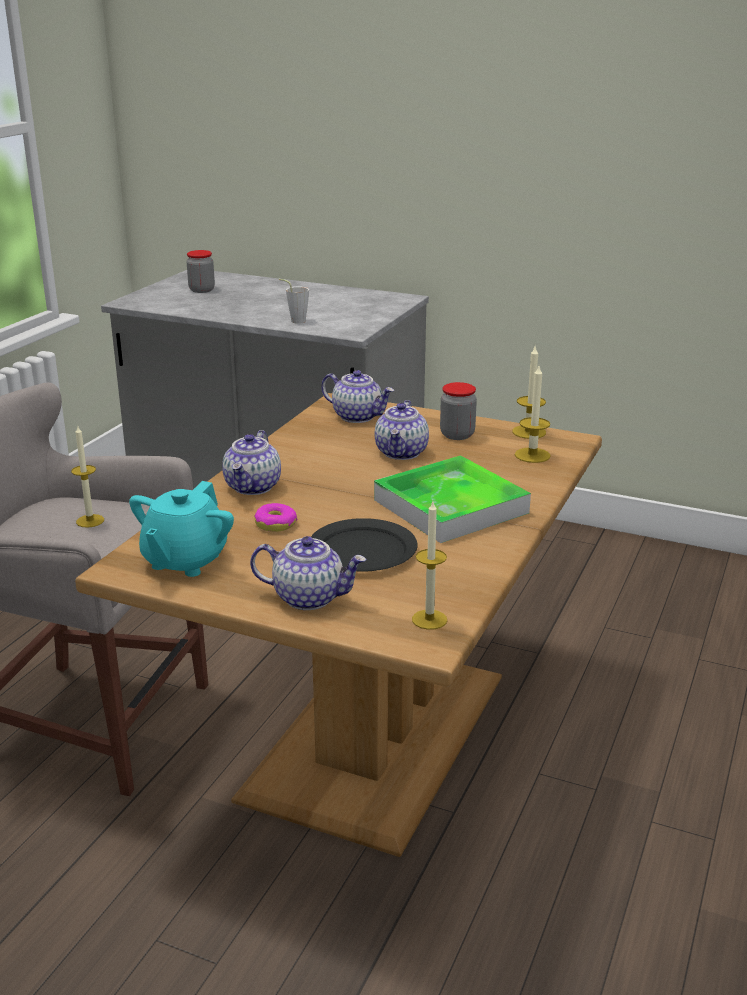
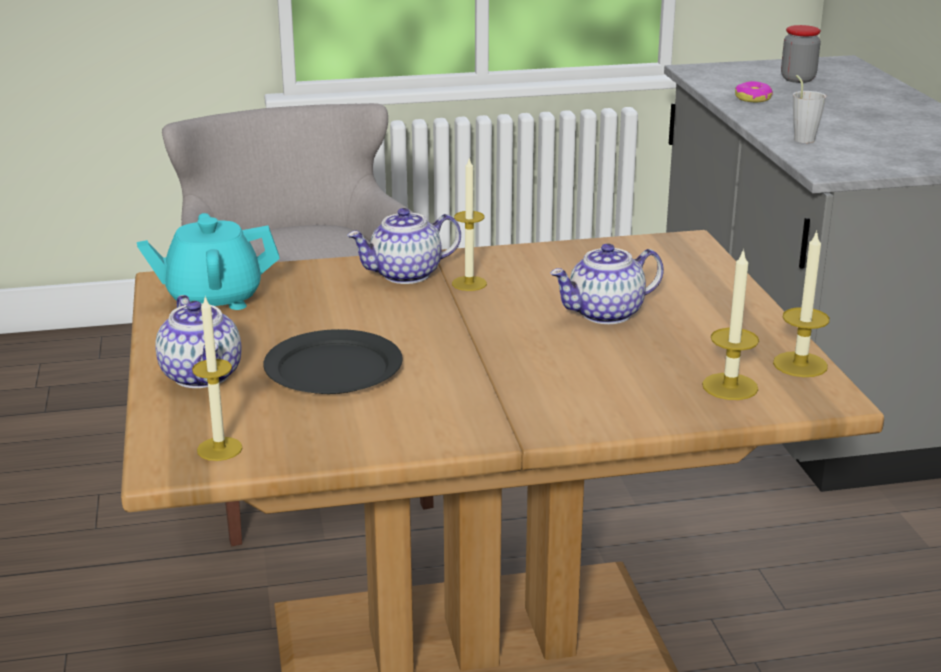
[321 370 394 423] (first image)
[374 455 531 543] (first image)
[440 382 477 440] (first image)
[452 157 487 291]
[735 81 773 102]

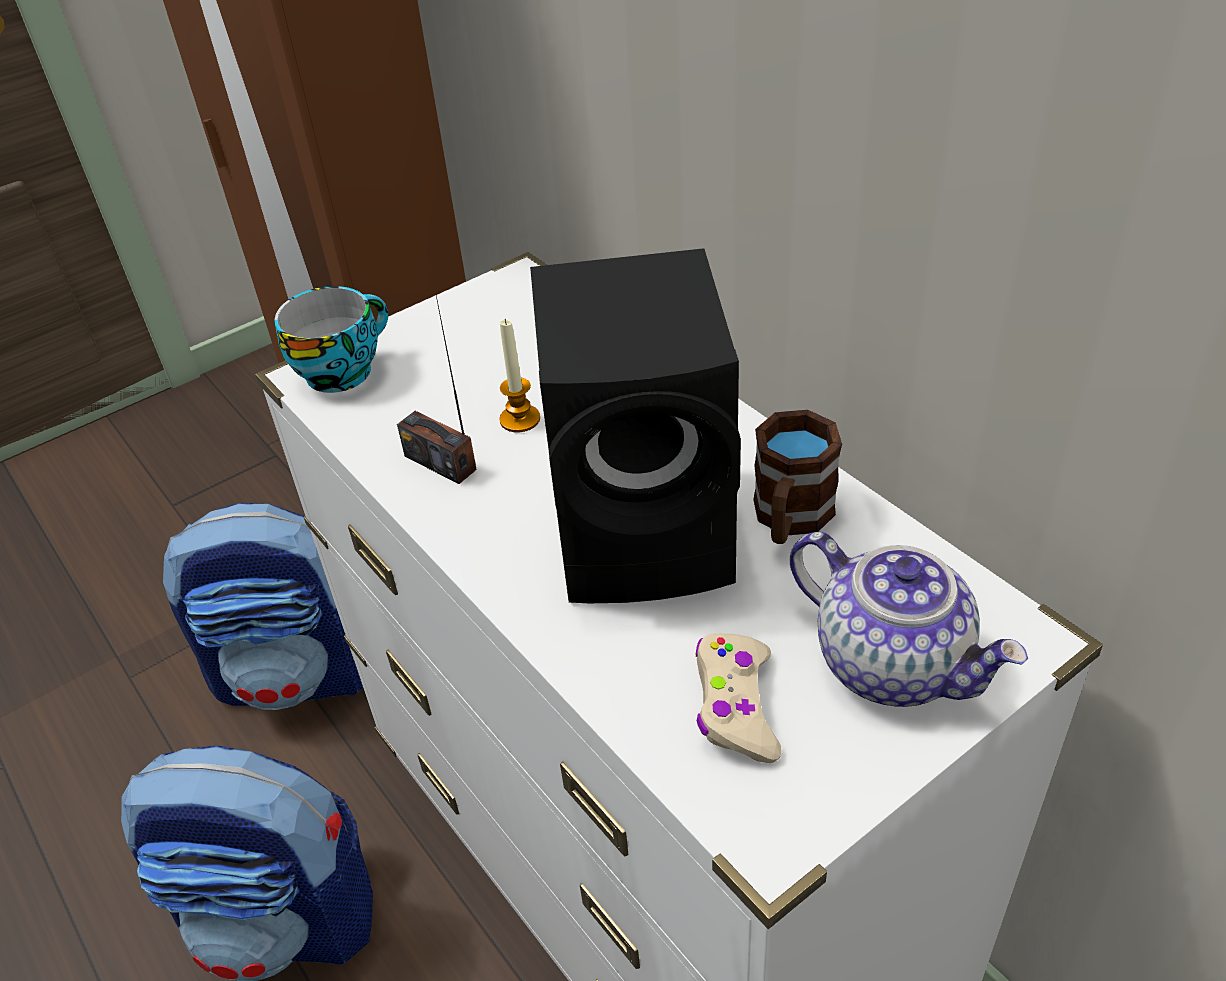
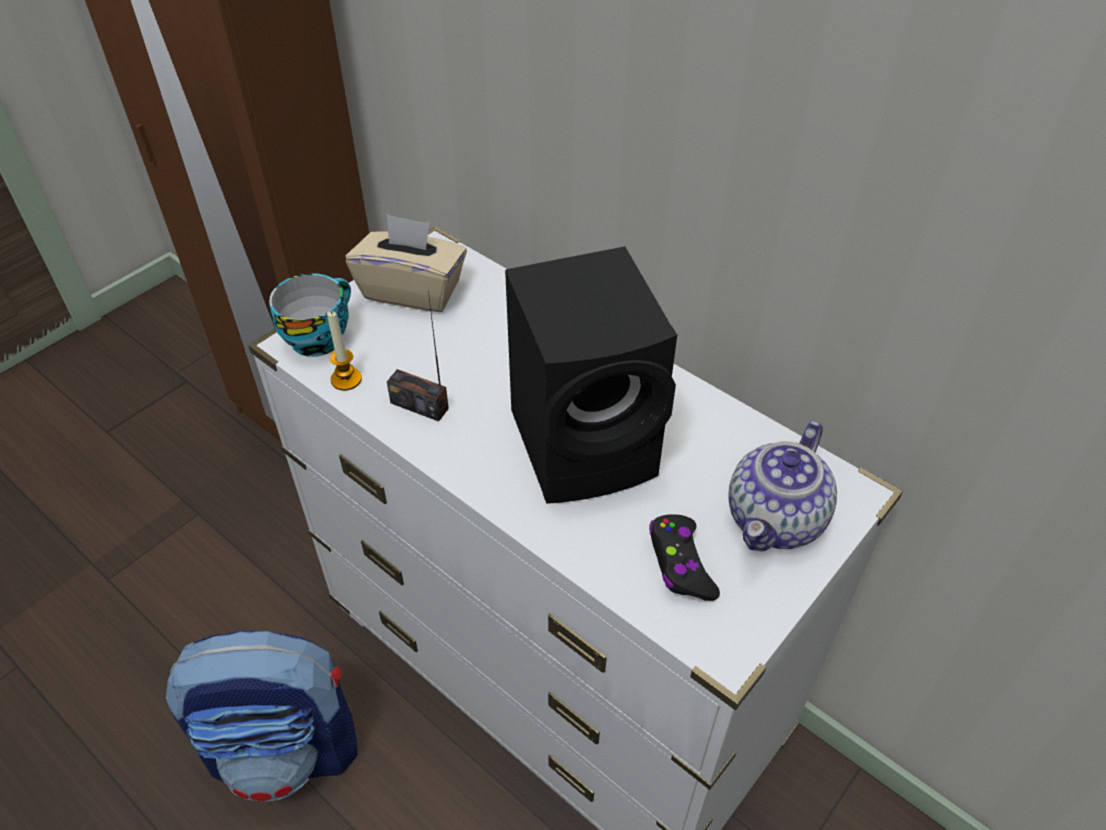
[163 503 363 710] (first image)
[753 410 842 544] (first image)
[346 214 467 312]
[327 311 362 391]
[649 514 720 601]
[728 421 837 551]

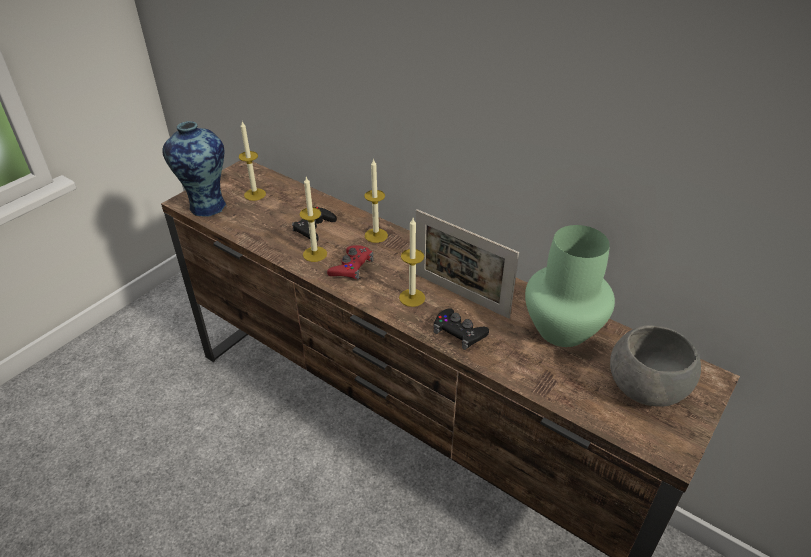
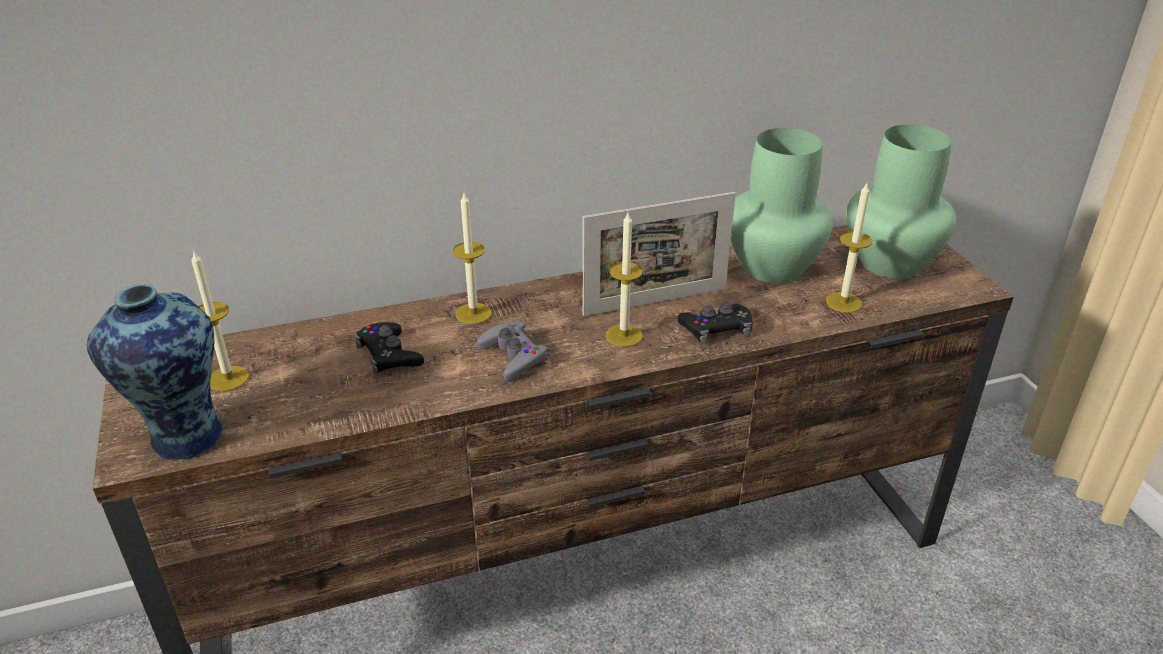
[826 183 872 313]
[847 124 956 279]
[477 321 548 381]

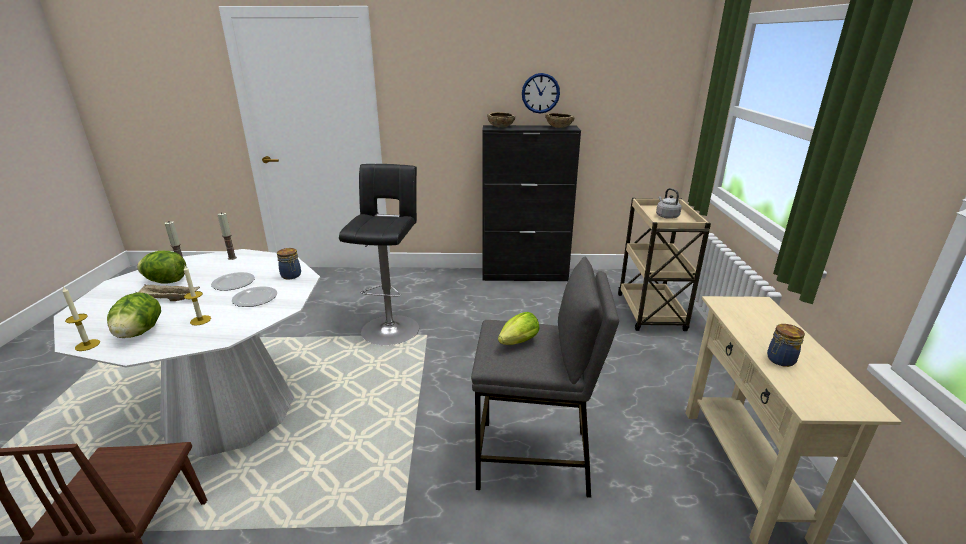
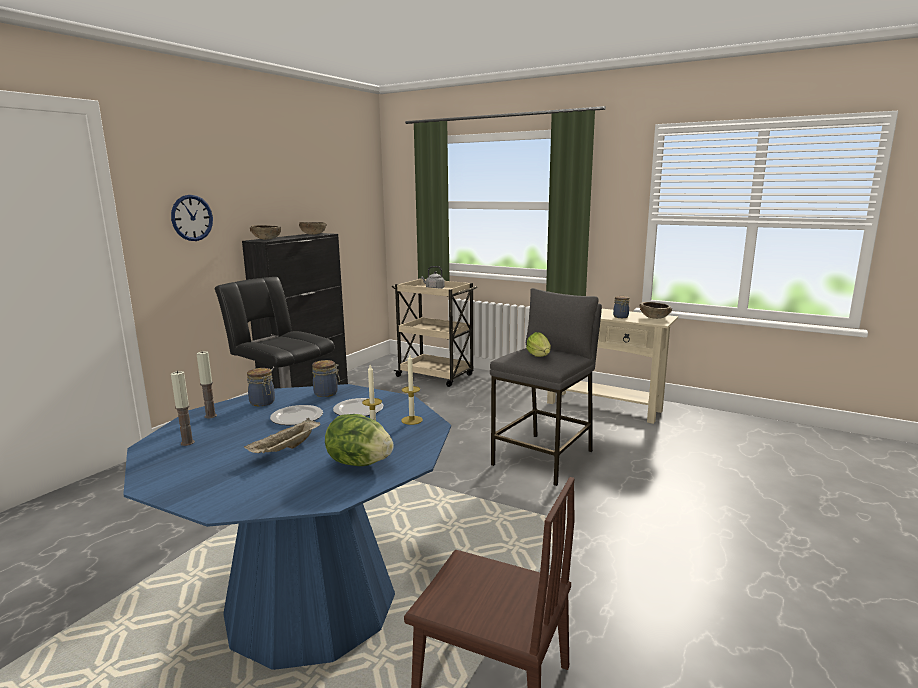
[137 251 186 284] (first image)
[247 368 275 406]
[640 302 672 319]
[401 354 423 425]
[171 195 213 241]
[123 384 451 670]

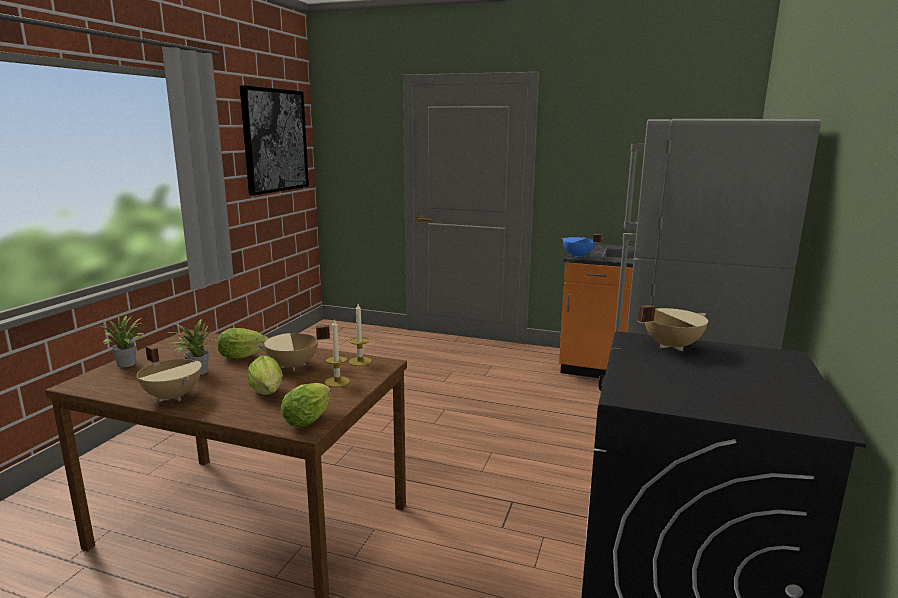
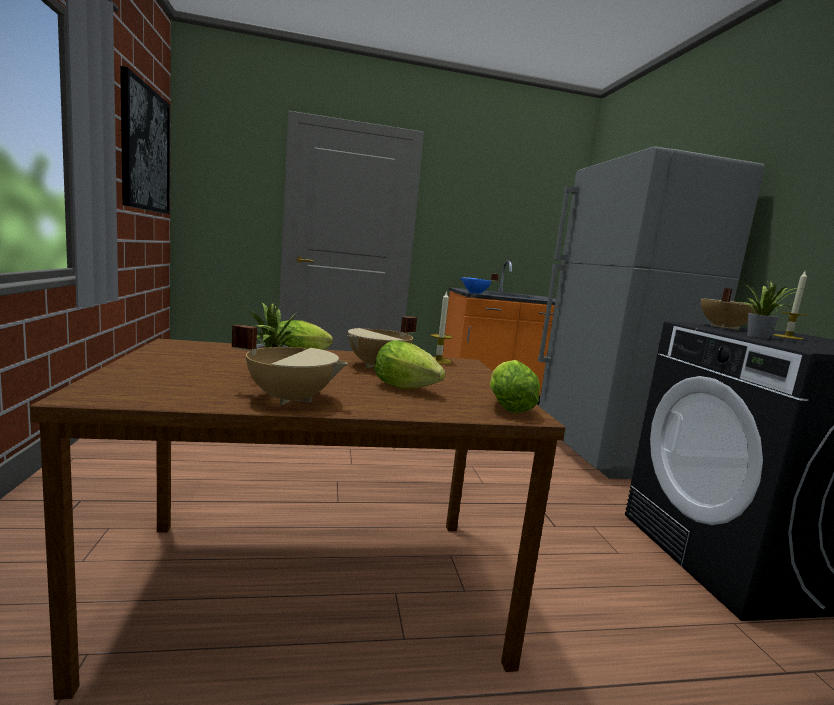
[743 280 799 339]
[773 271 807 340]

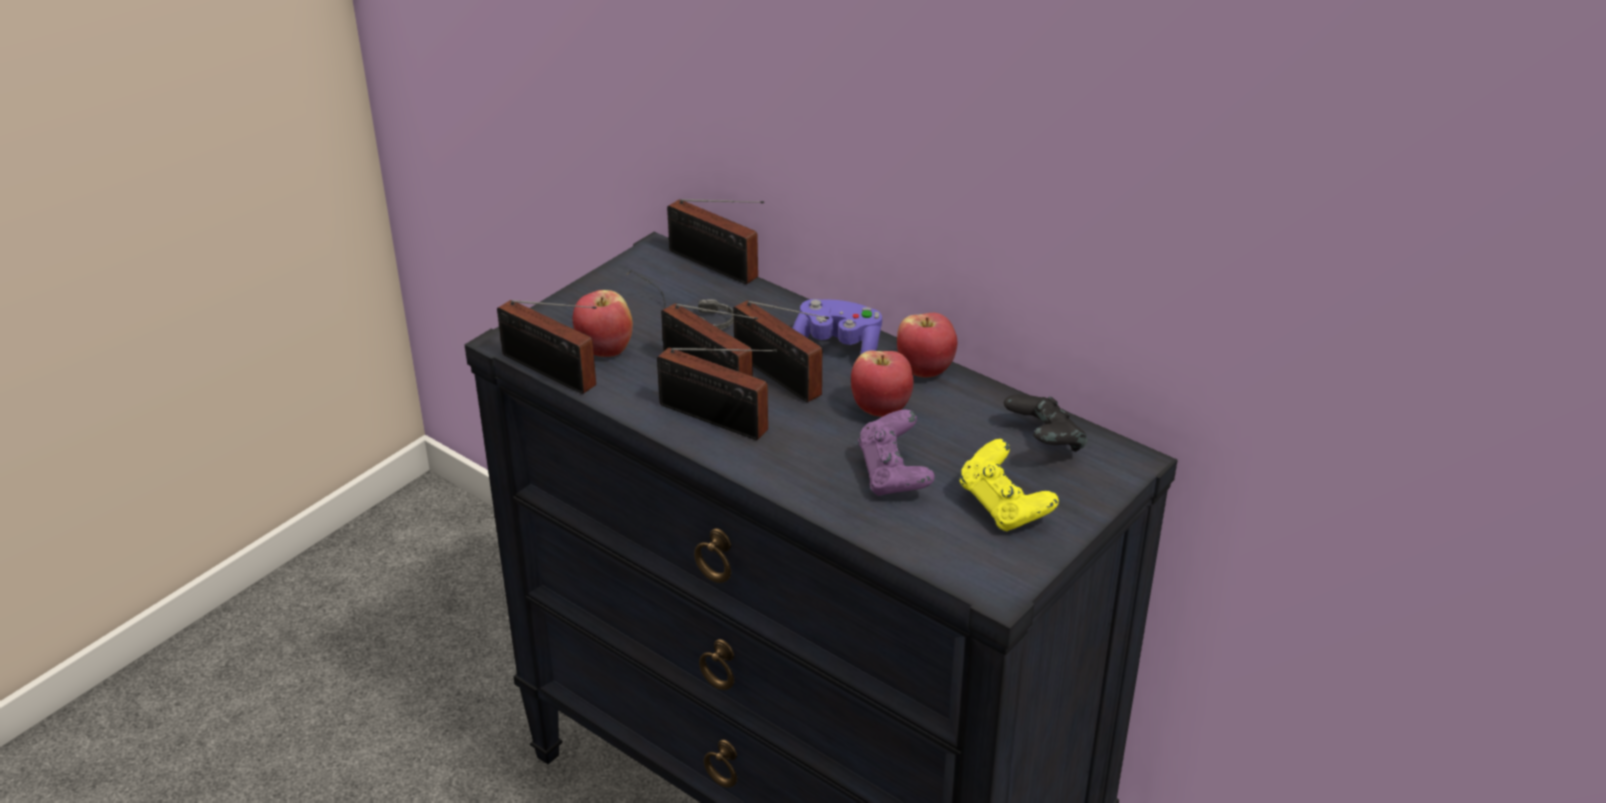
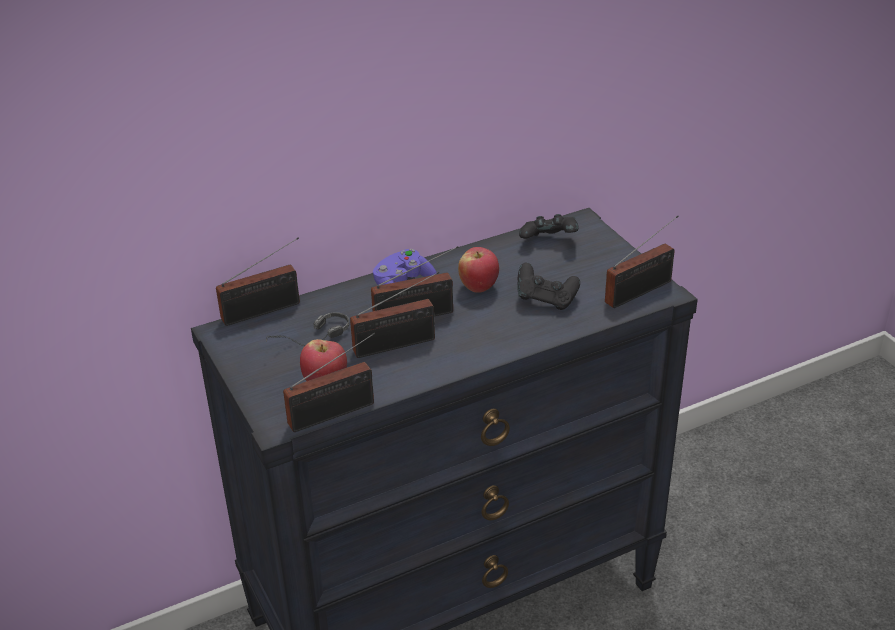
[897 313 957 377] (first image)
[959 439 1059 532] (first image)
[605 215 679 308]
[518 262 580 310]

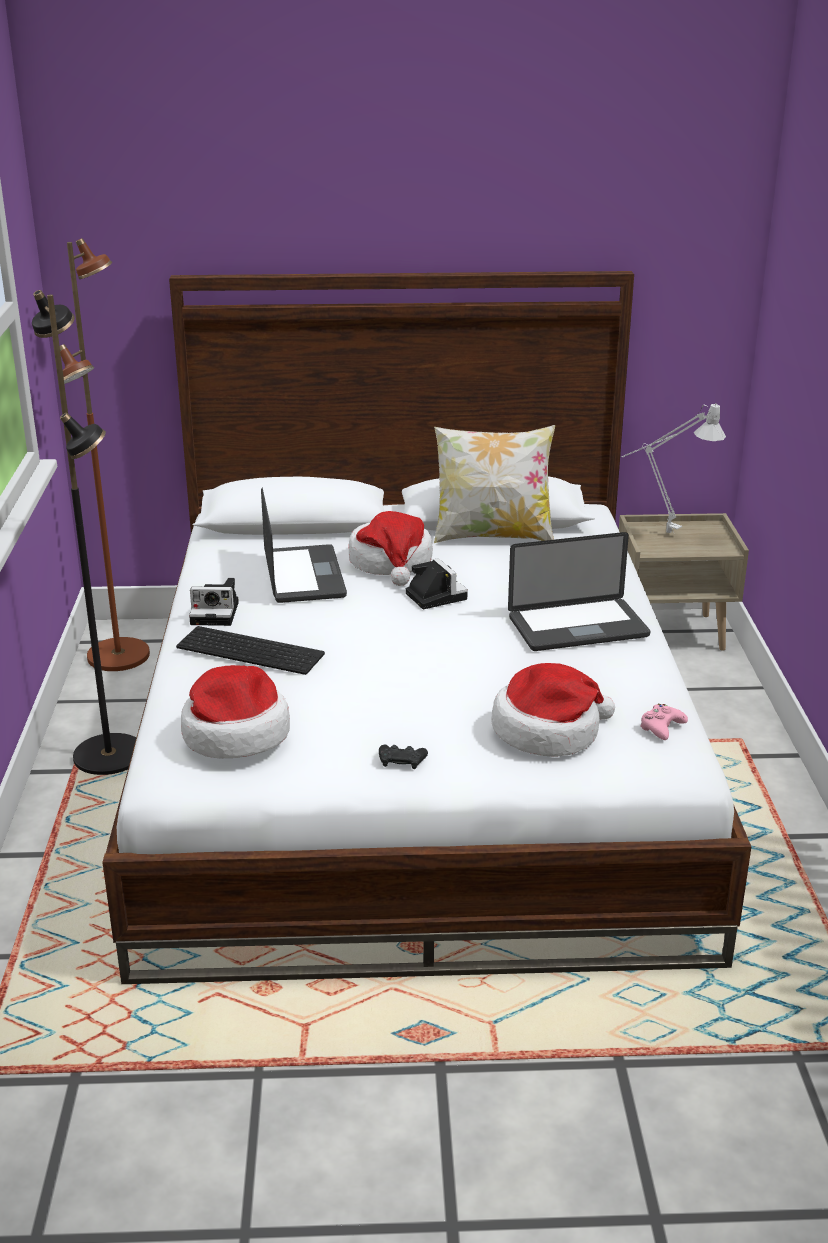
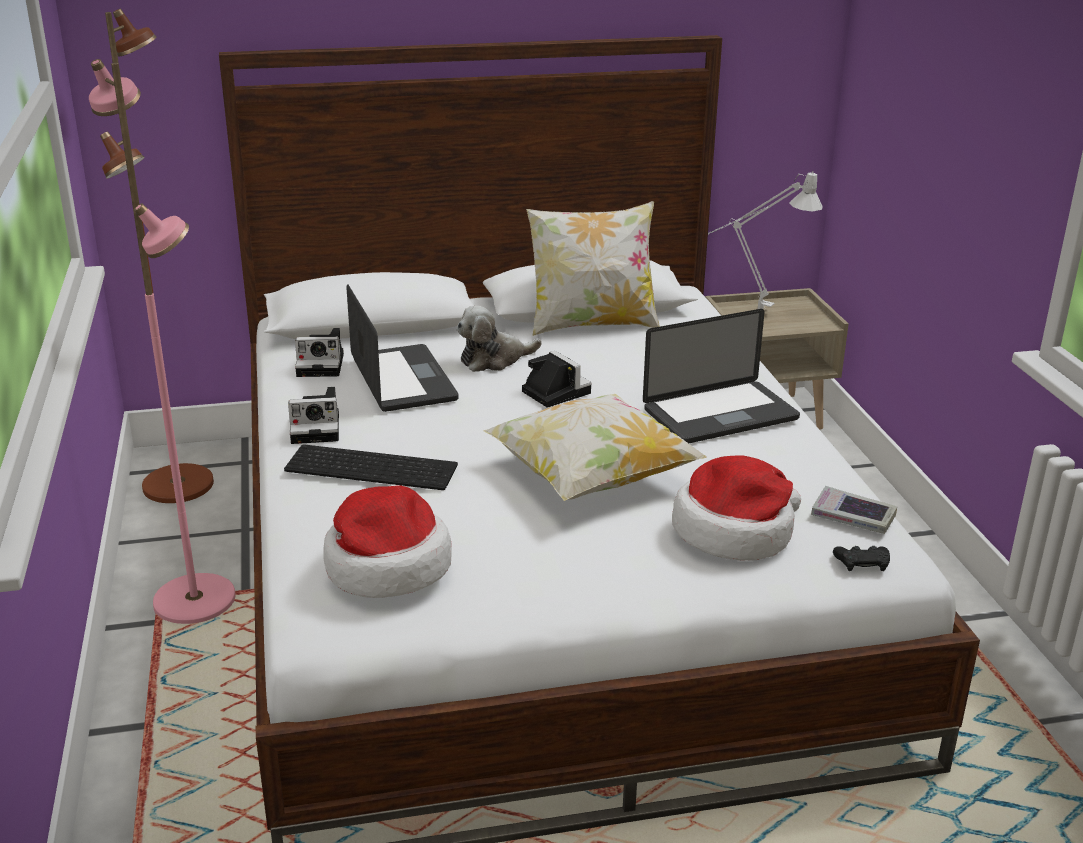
[295 328 344 377]
[483 394 707 501]
[833 546 890 571]
[456 306 542 372]
[811 486 897 534]
[89 59 236 624]

